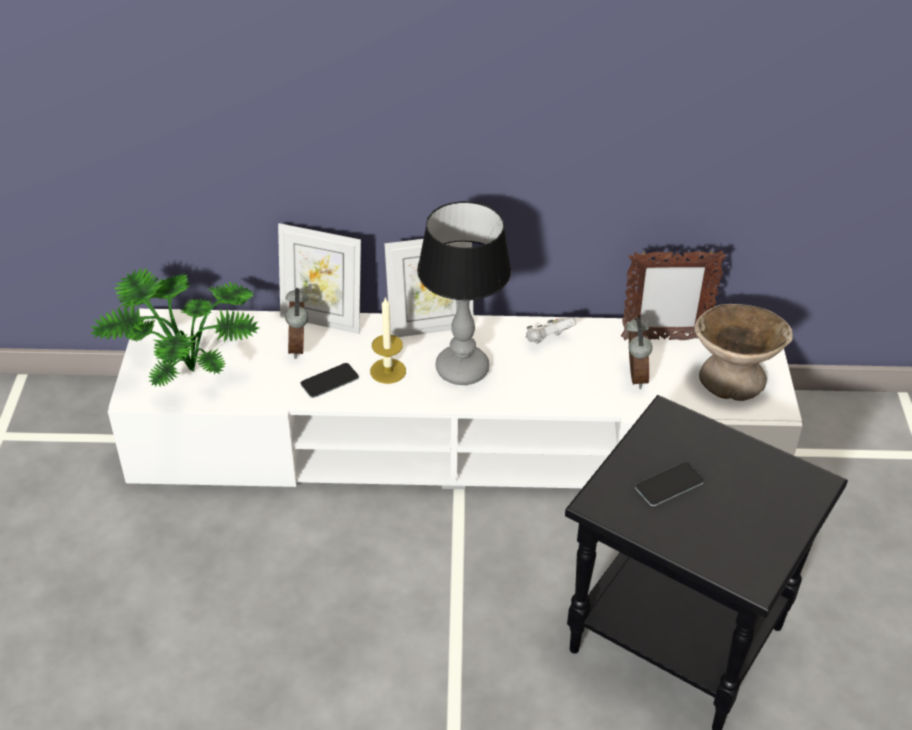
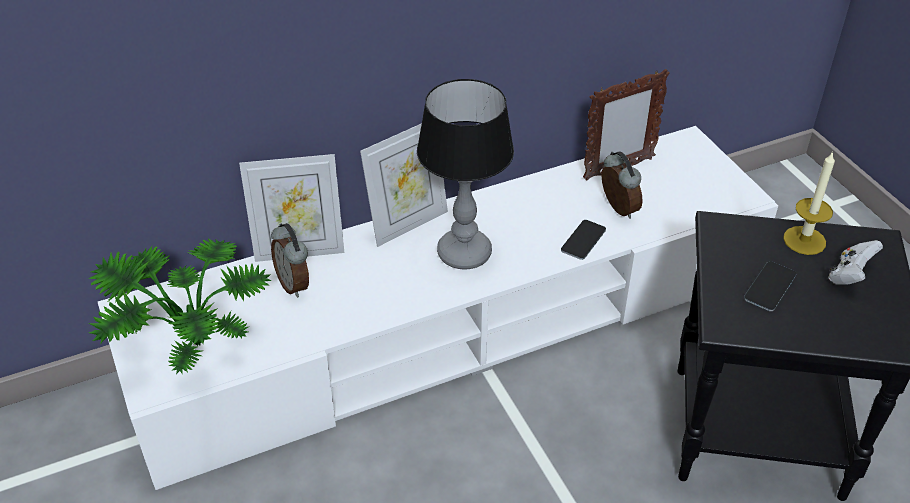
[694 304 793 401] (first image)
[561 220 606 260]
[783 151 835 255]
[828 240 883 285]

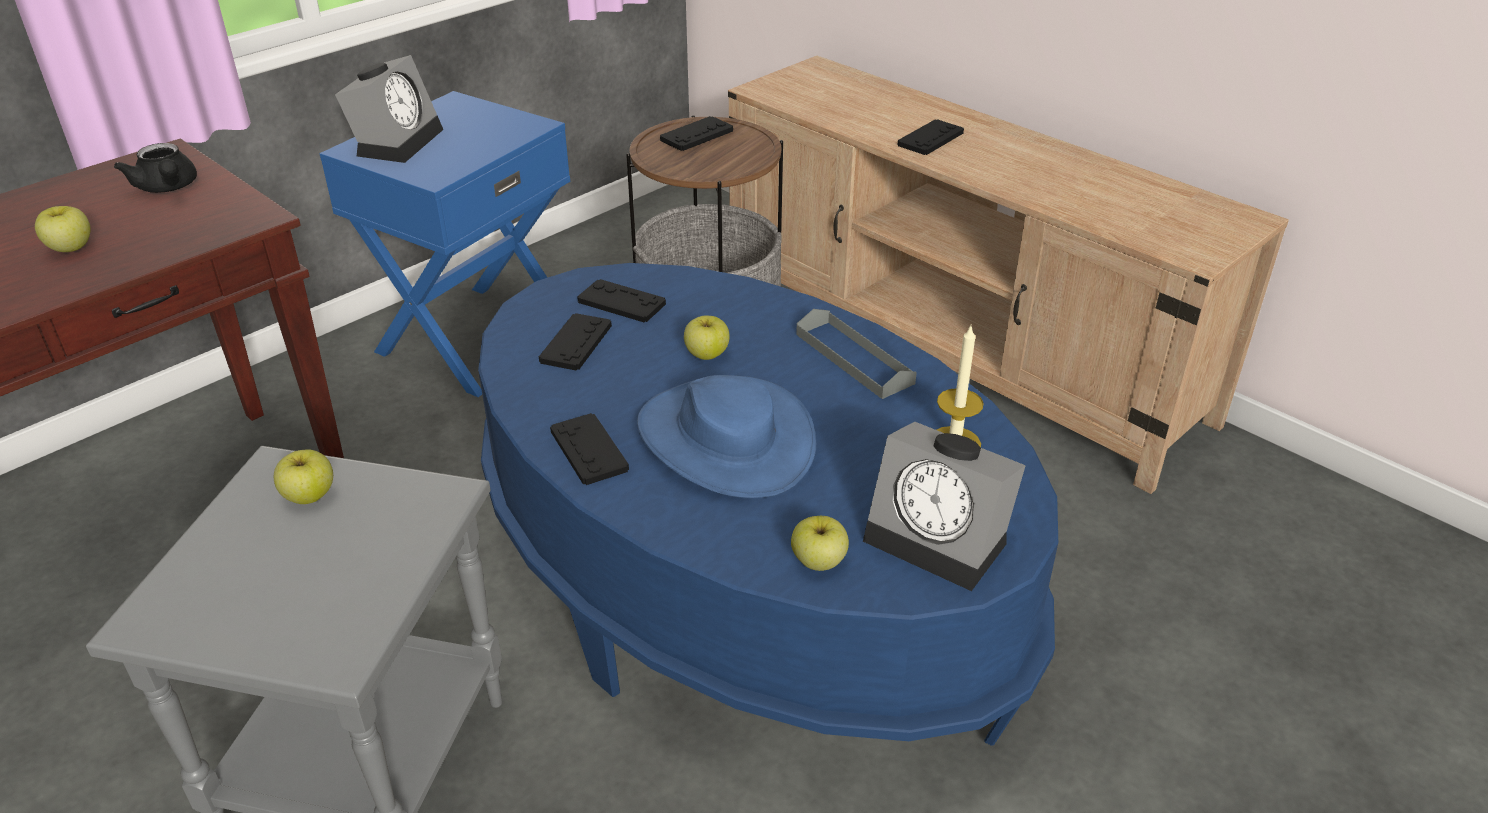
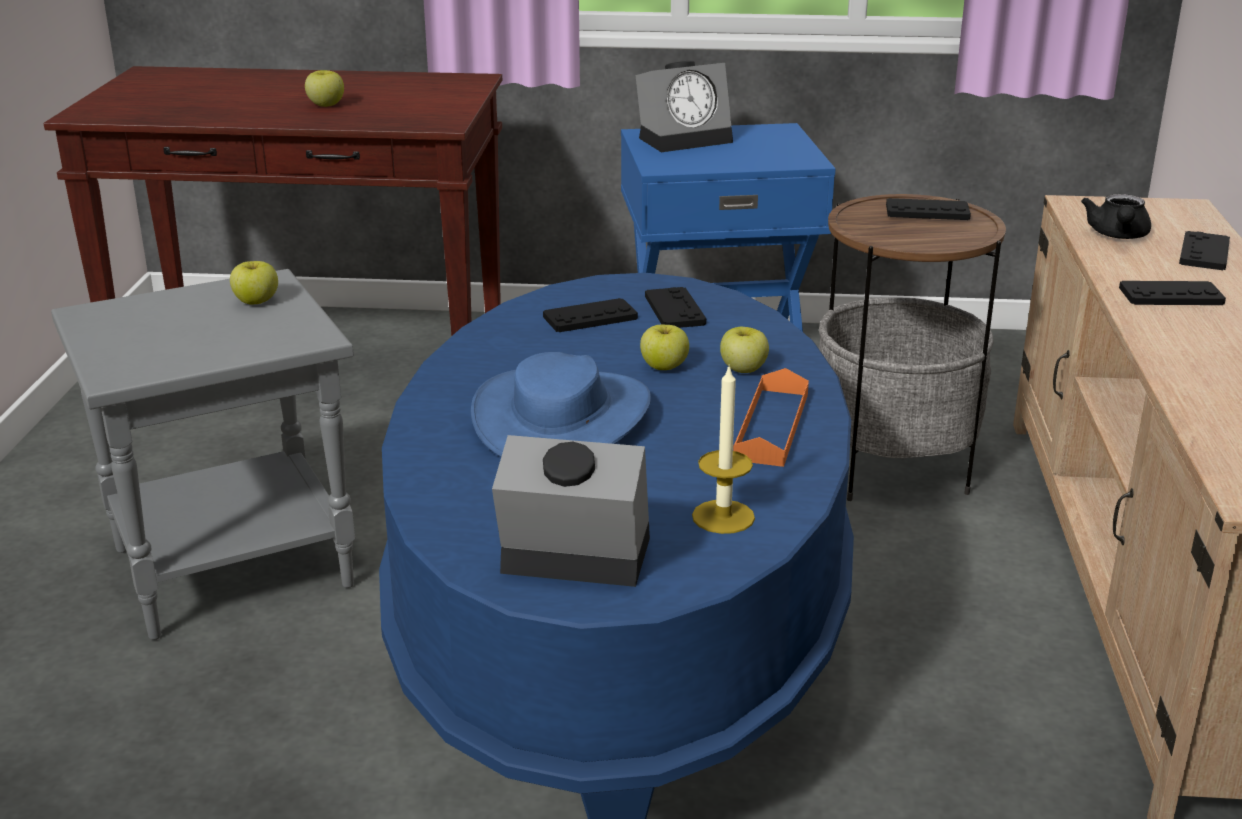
[1081 194 1151 239]
[1179 231 1230 270]
[720 327 769 373]
[733 368 809 467]
[492 435 650 587]

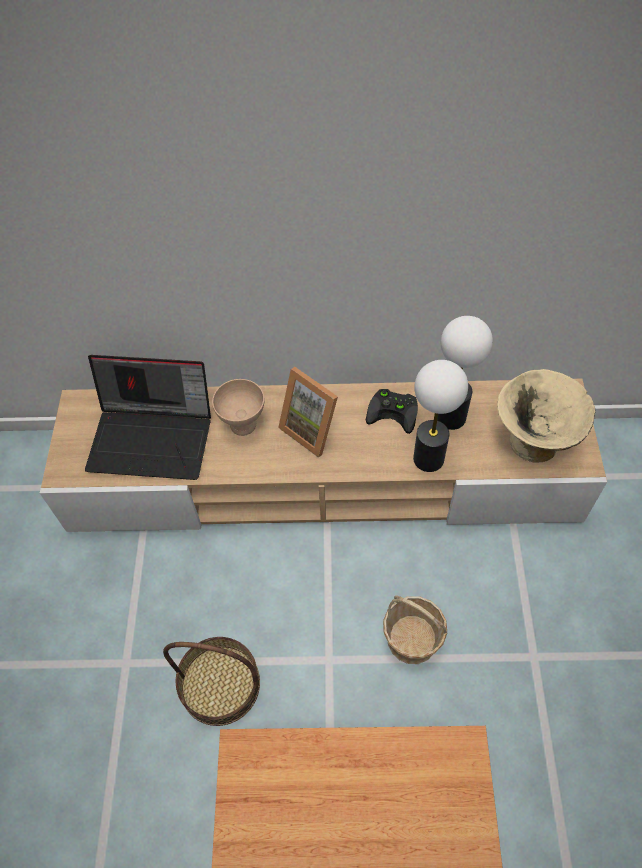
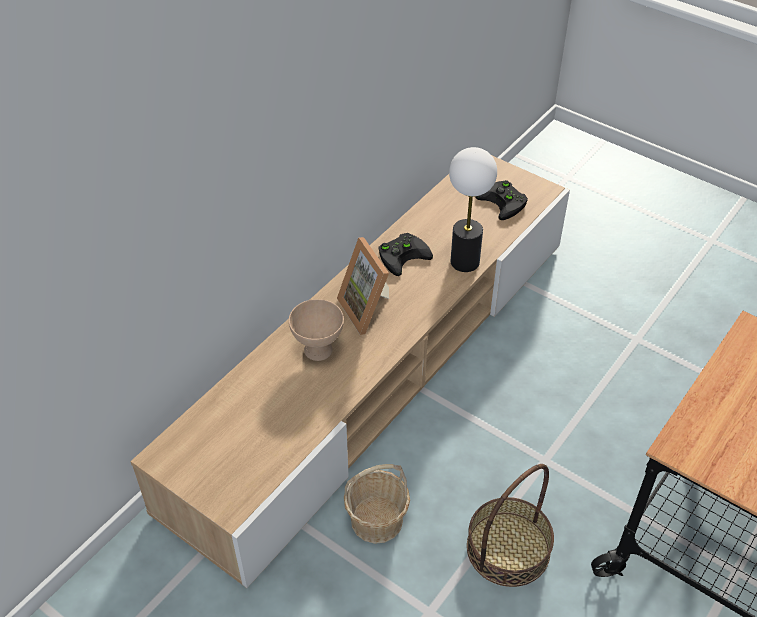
[85 355 211 480] (first image)
[437 316 493 430] (first image)
[344 464 410 544]
[476 180 528 220]
[337 237 389 335]

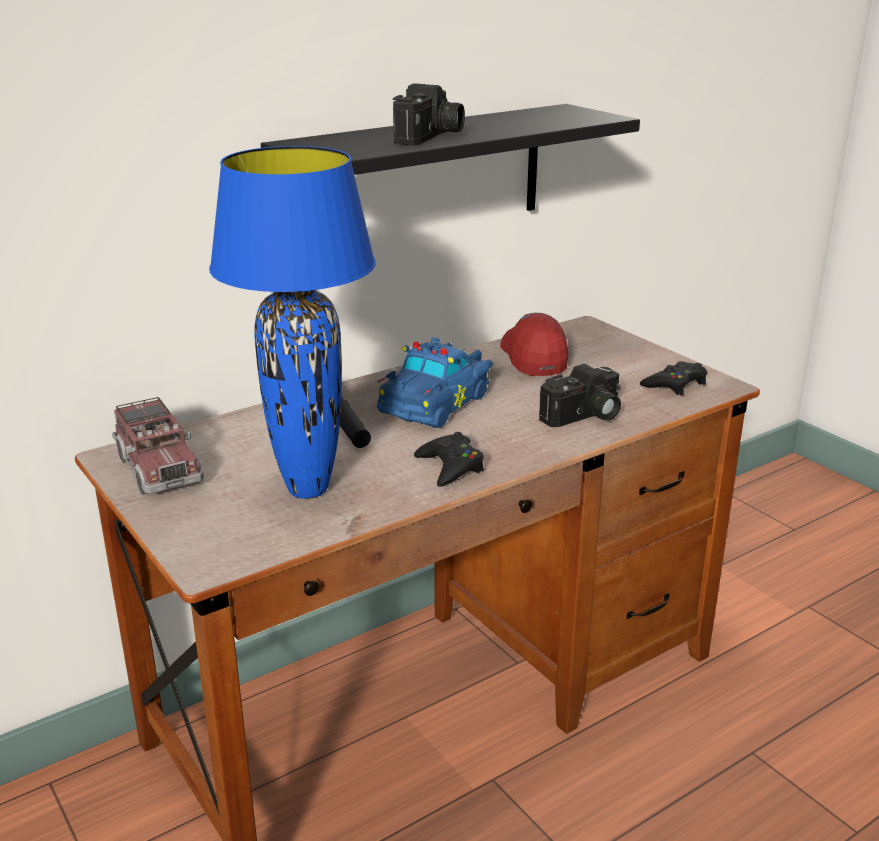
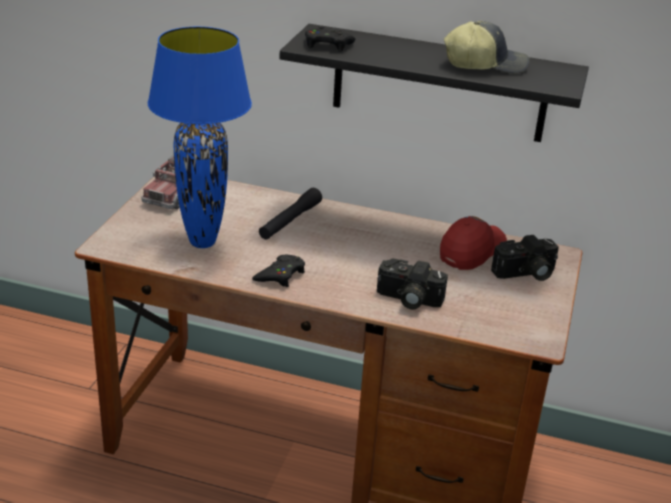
[377 337 493 428] (first image)
[444 21 529 73]
[491 235 559 281]
[305 26 356 52]

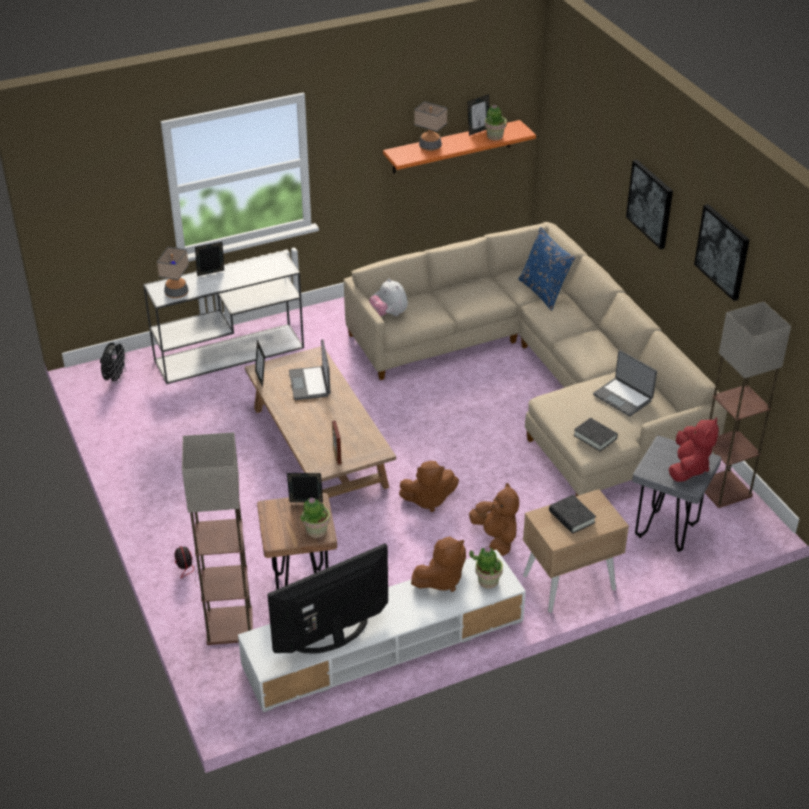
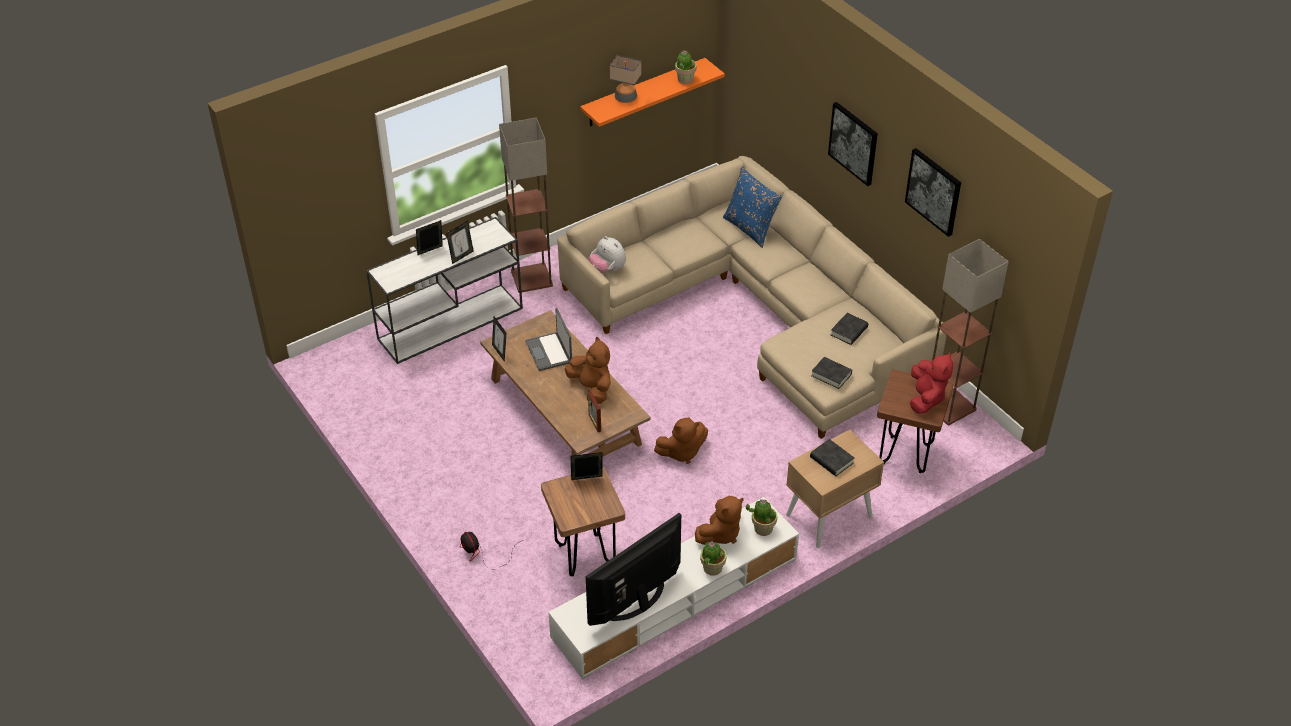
[100 341 128 384] (first image)
[157 247 189 298] (first image)
[499 118 553 293]
[700 541 727 576]
[446 221 473 264]
[565 337 610 404]
[831 313 868 345]
[877 370 953 473]

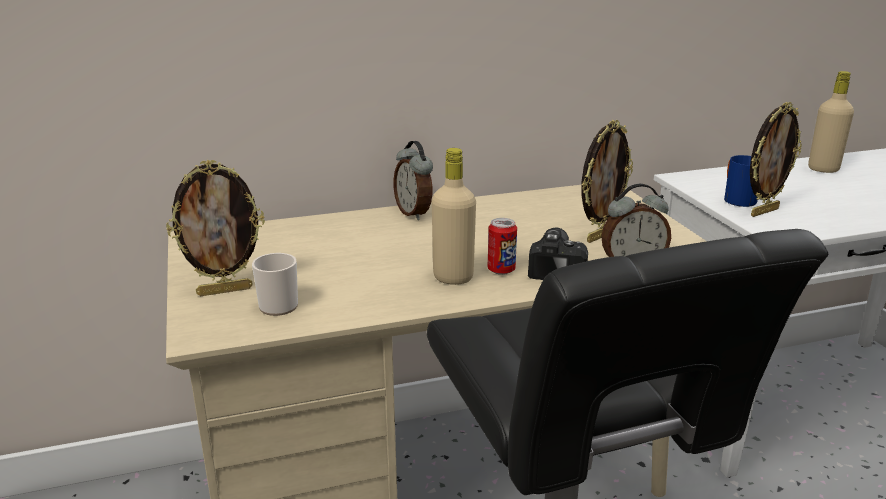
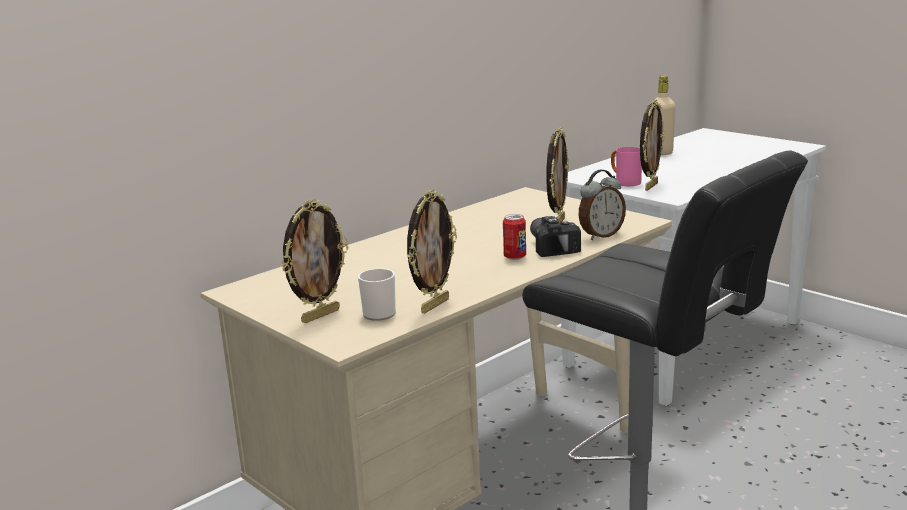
[394 141 433 220] (first image)
[432 148 476 285] (first image)
[407 189 457 314]
[611 147 642 186]

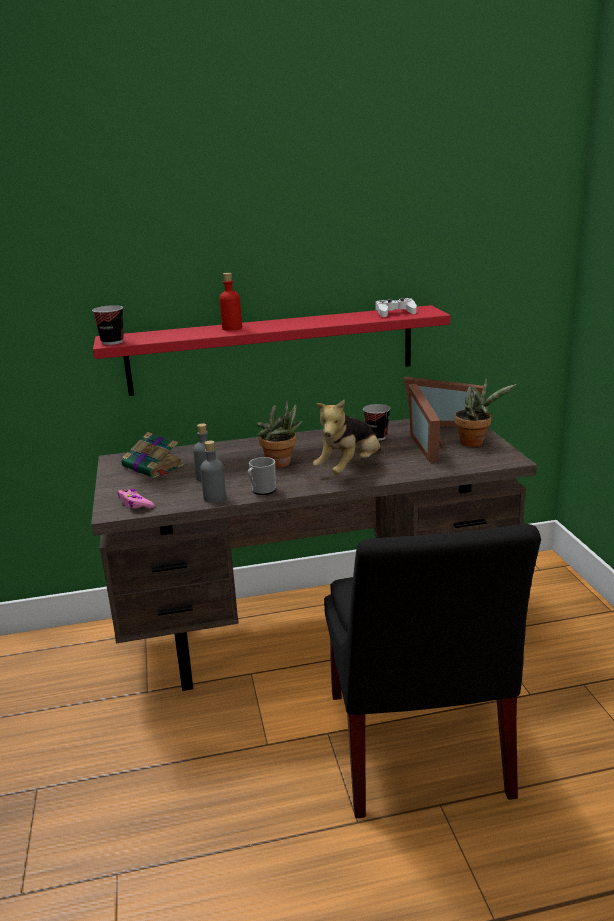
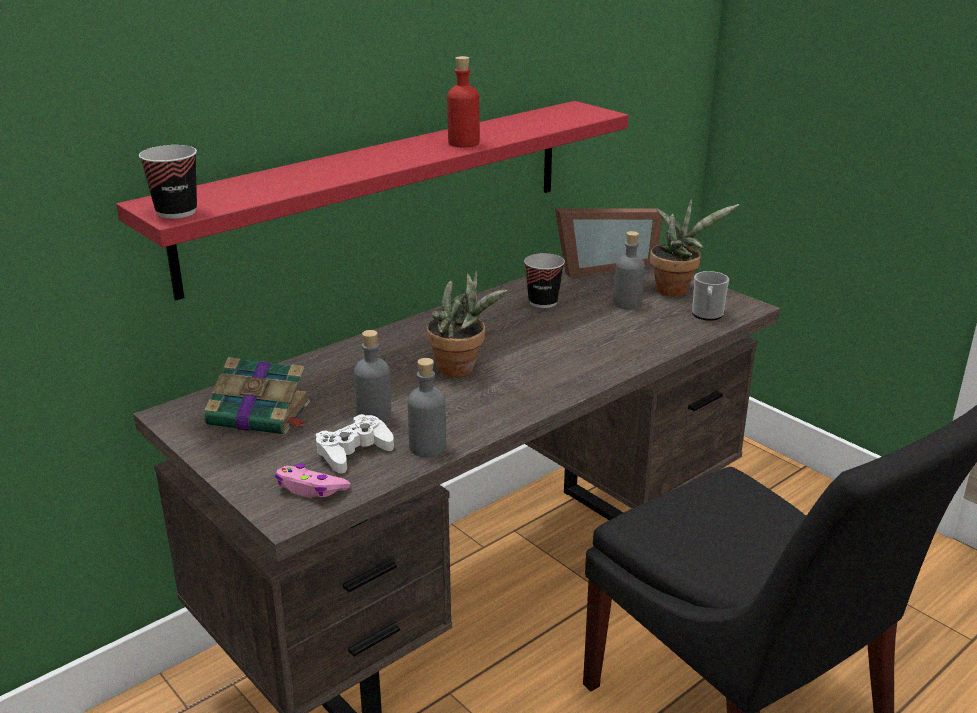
[313 400 381 474] (first image)
[447 56 480 147]
[692 271 729 321]
[315 414 394 474]
[613 231 645 309]

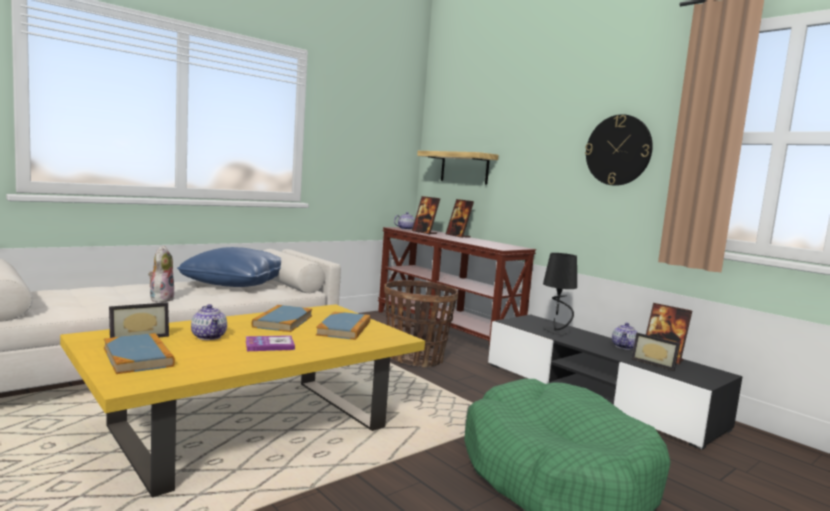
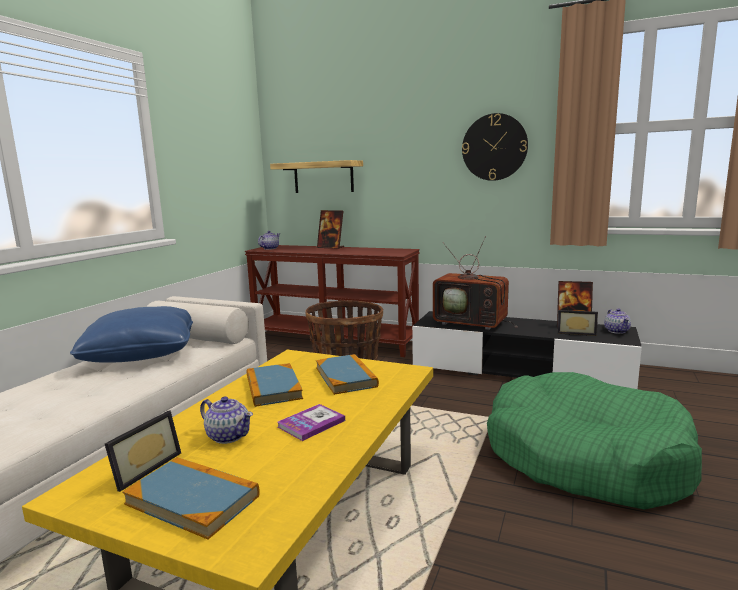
[148 246 175 302] (first image)
[412 196 440 234] (first image)
[604 308 631 334]
[433 236 518 330]

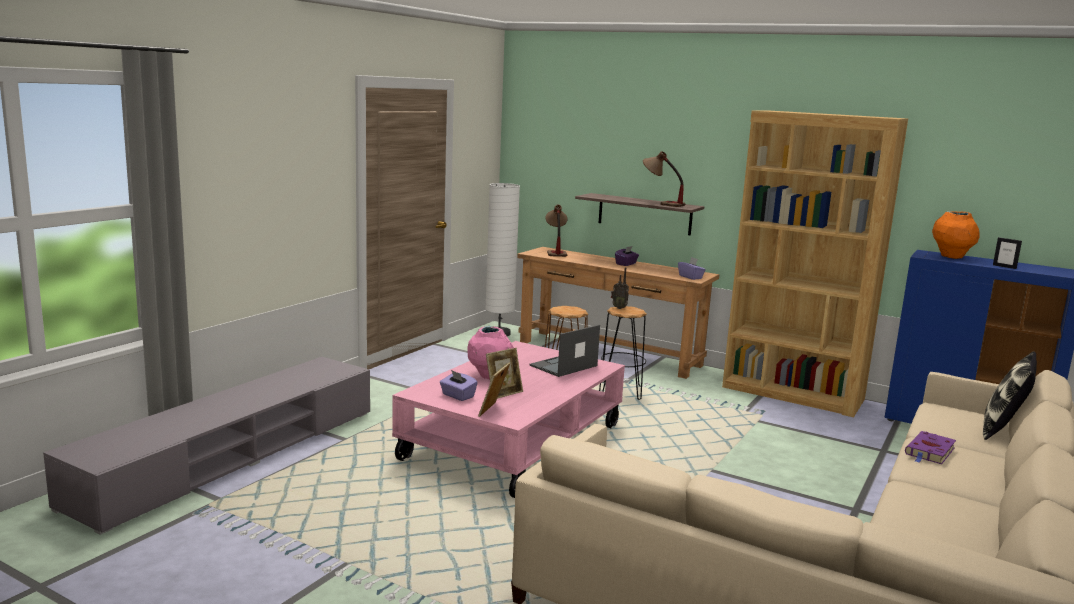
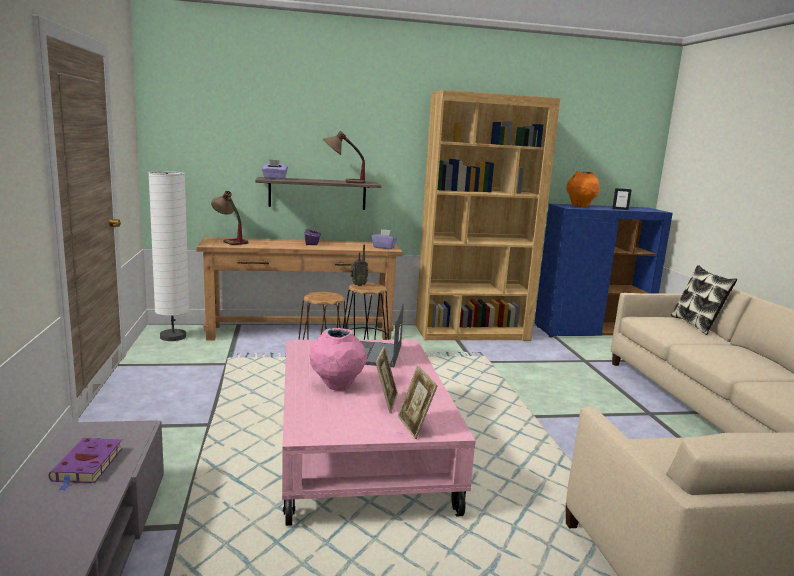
[262 159 288 179]
[49 438 123 491]

